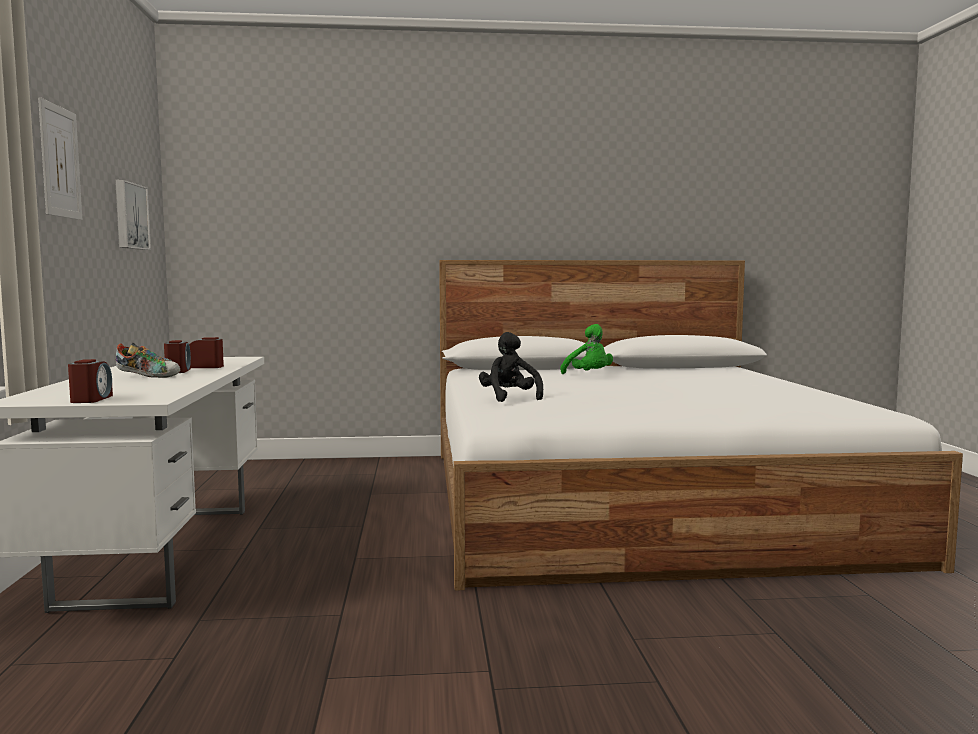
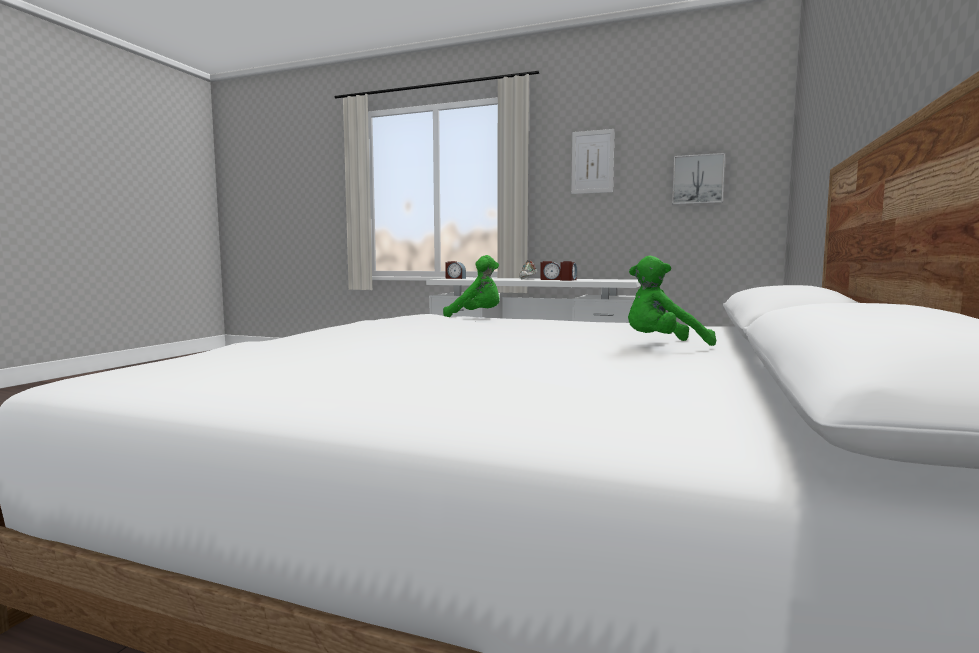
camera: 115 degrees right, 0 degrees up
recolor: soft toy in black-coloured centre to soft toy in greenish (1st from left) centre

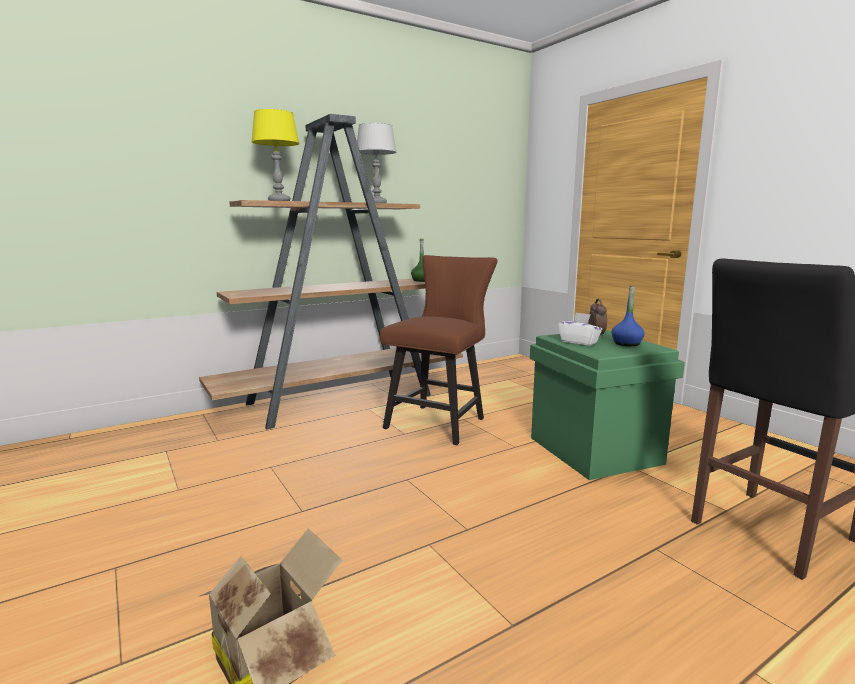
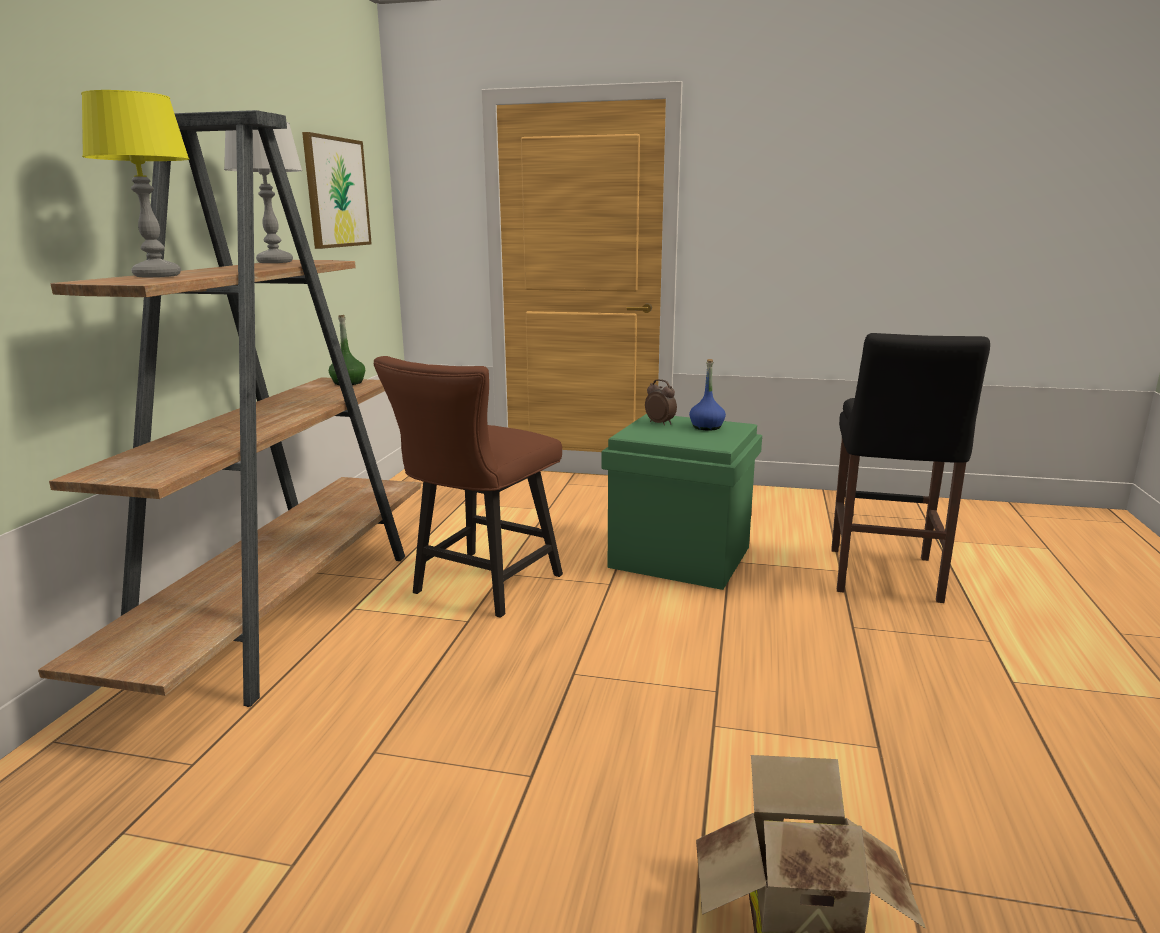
camera: 45 degrees left, 5 degrees up
delete: tissue box in white middle right
insert: wall picture top left
rotate: chair in brown centre = centre 135 degrees counterclockwise

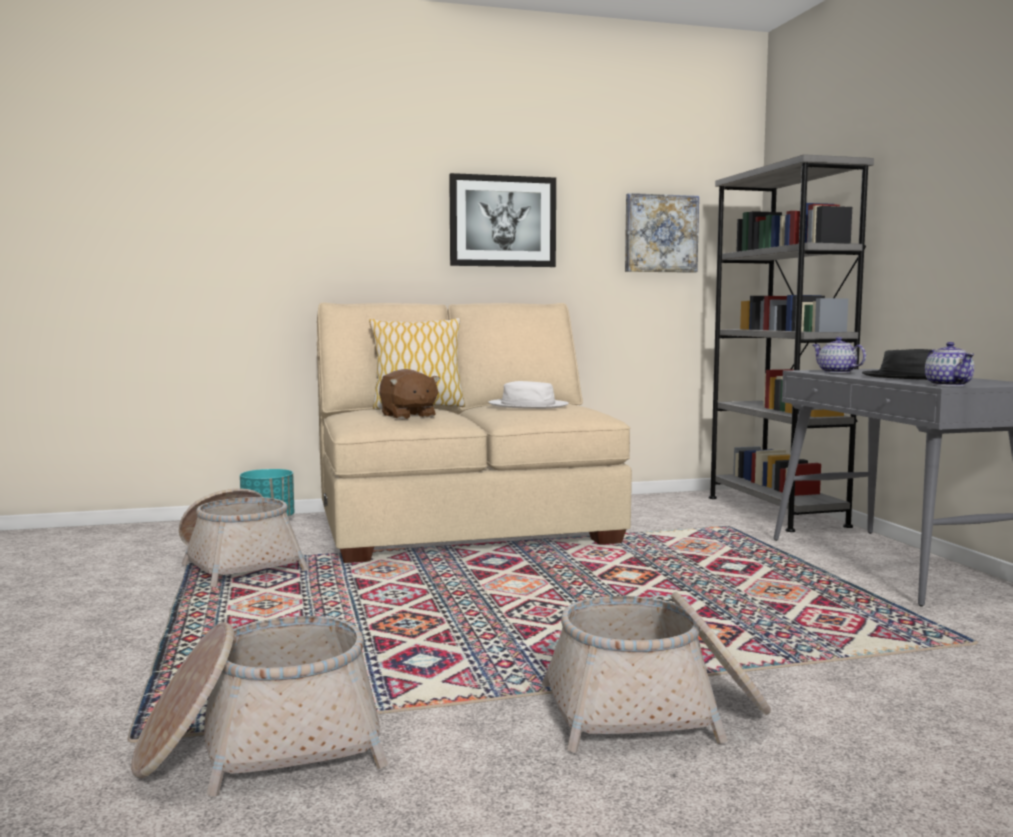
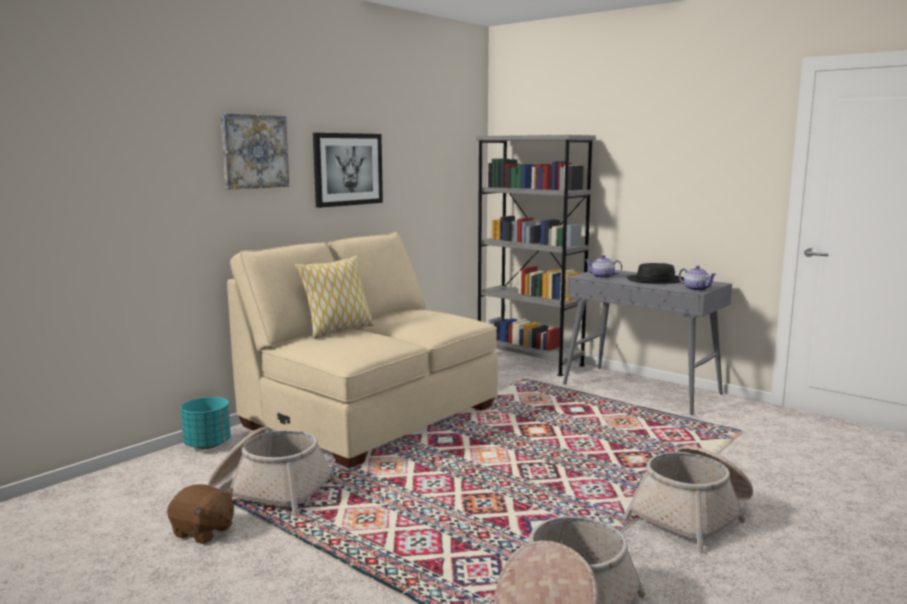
camera: 35 degrees left, 5 degrees up
delete: clothing hat in white centre
move: soft toy in brown centre to bottom left; wall picture (2nd from left in the first image) top centre to wall picture (1st from left) top left

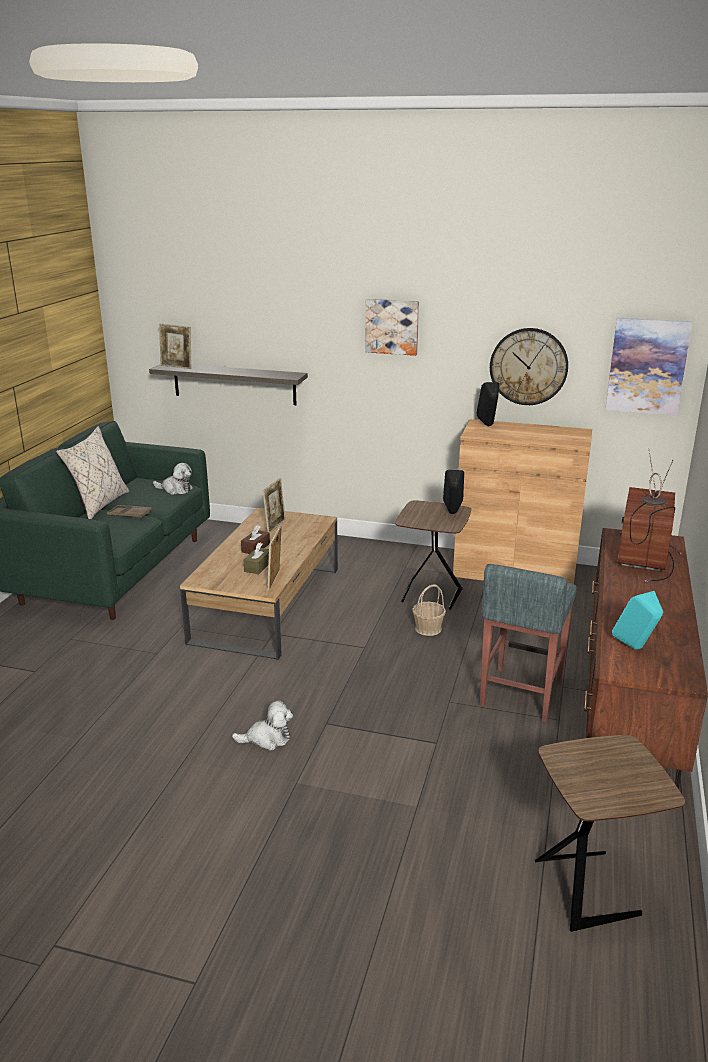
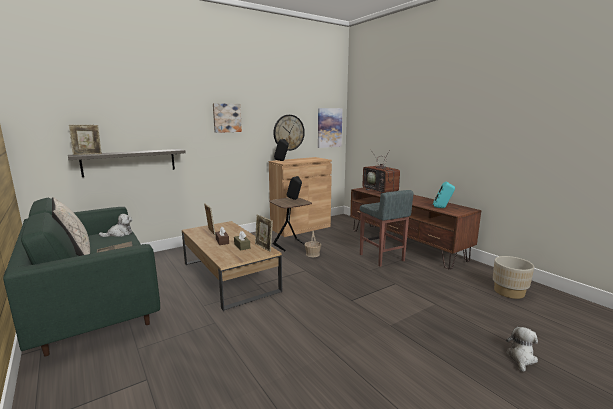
camera: 50 degrees left, 10 degrees down
move: soft toy (2nd from left) bottom centre to bottom right
replace: side table in brown (2nd from left) bottom right to plant pot in beige-coloured bottom right

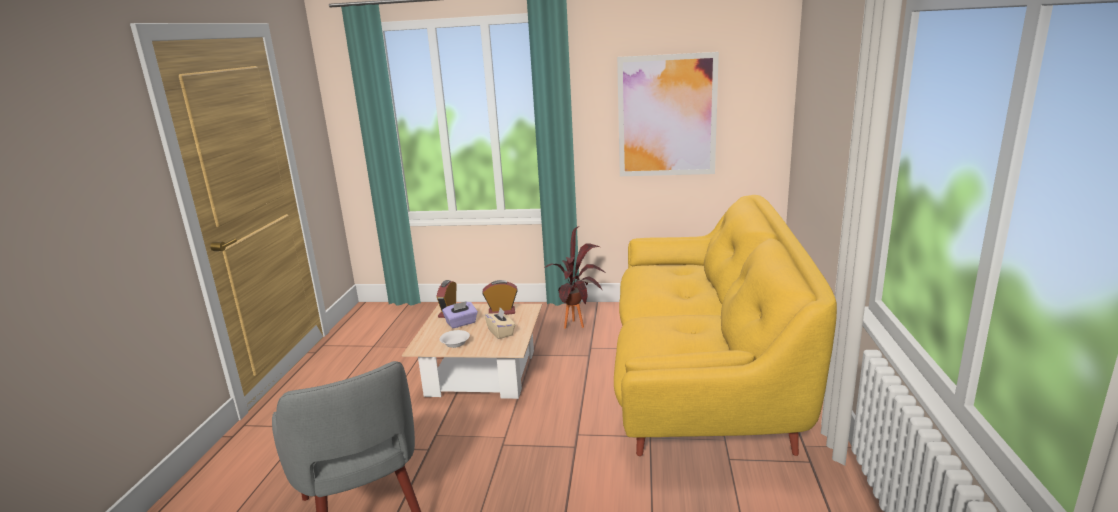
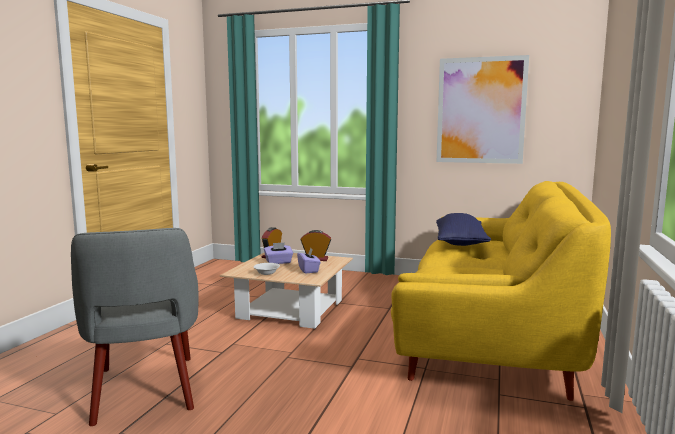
camera: 10 degrees right, 10 degrees down
delete: potted plant centre
insert: cushion in blue-coloured middle right
recolor: tissue box in beige-coloured centre to tissue box in purple (2nd from left) centre

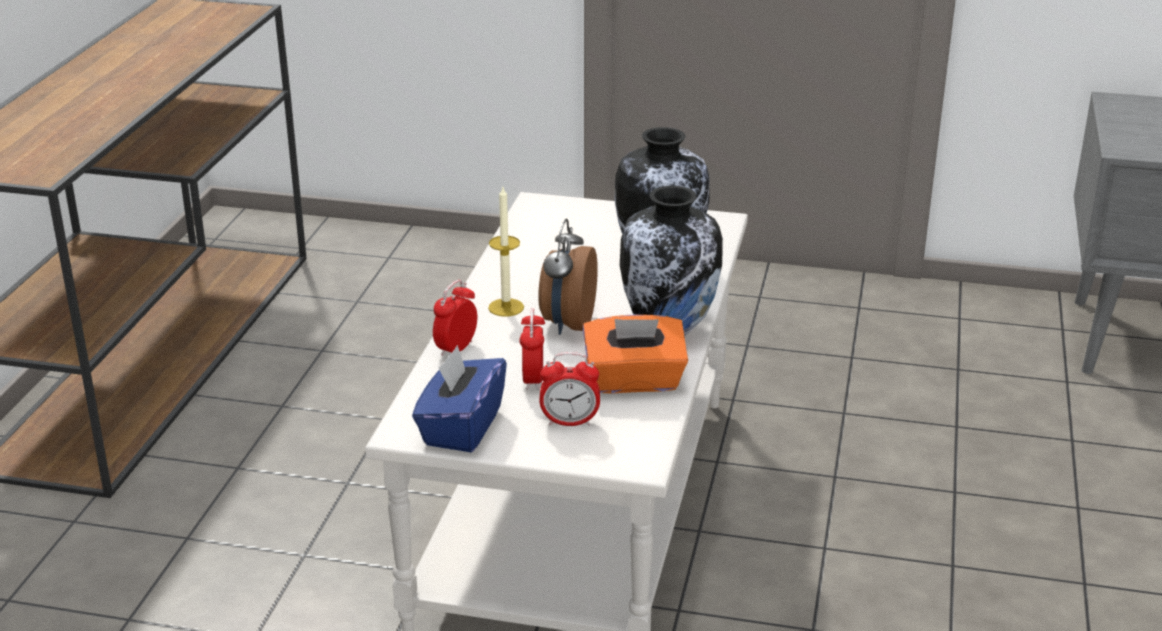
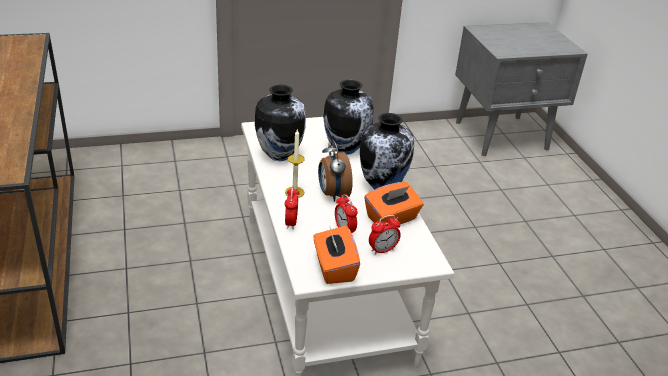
camera: 30 degrees left, 5 degrees up
insert: vase (1st from left) top centre
recolor: tissue box in blue-coloured centre to tissue box in orangey (1st from left) bottom centre

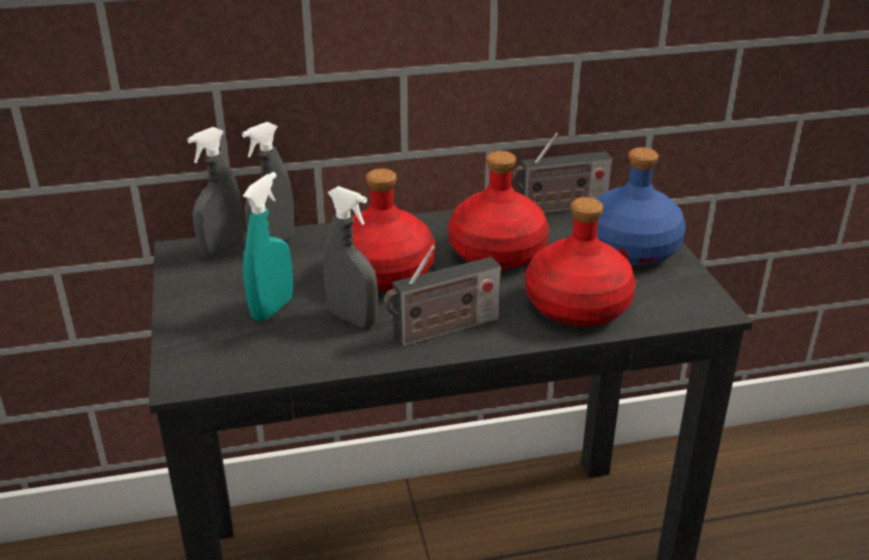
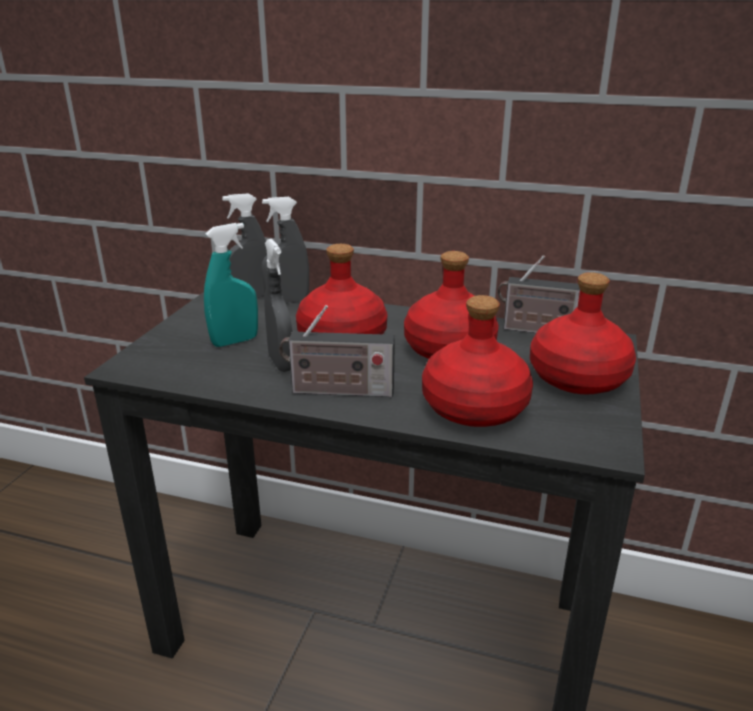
camera: 30 degrees right, 5 degrees down
recolor: drink bottle in blue-coloured middle right to drink bottle in reddish (4th from left) middle right

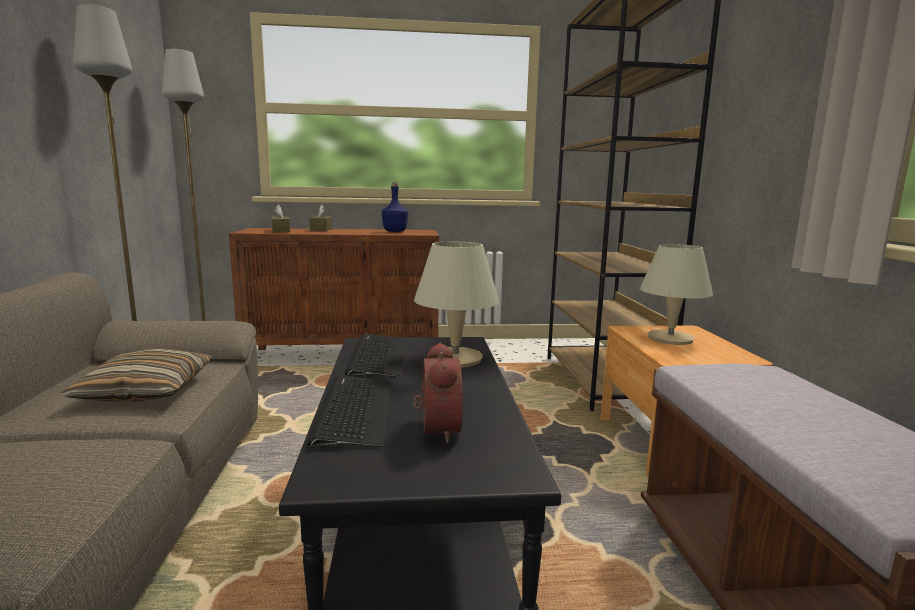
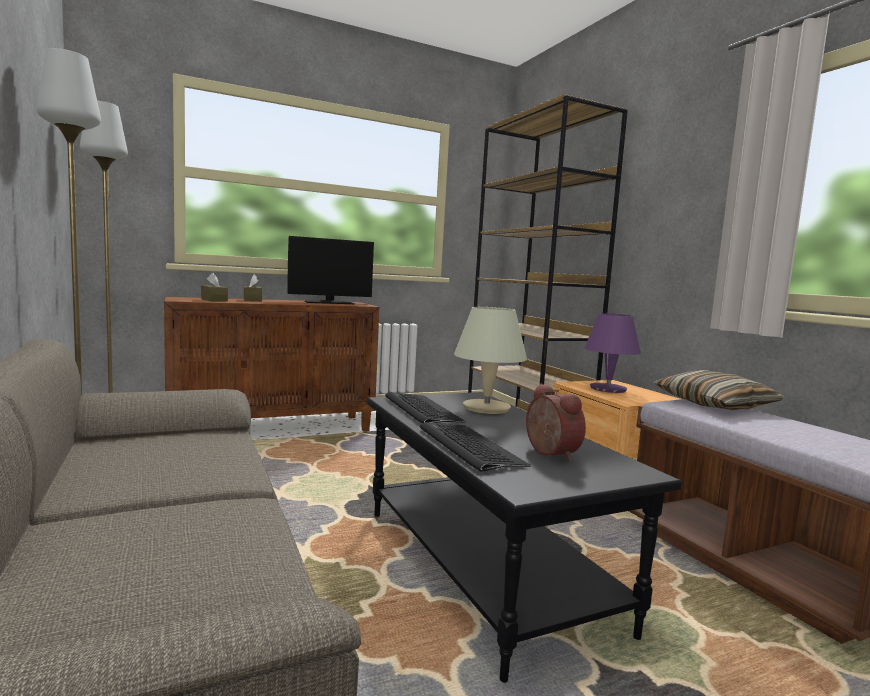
camera: 20 degrees left, 5 degrees down
move: cushion middle left to middle right
replace: drink bottle in blue-coloured centre to computer display centre
recolor: lamp for a table in beige-coloured (2nd from left) middle right to lamp for a table in purple middle right

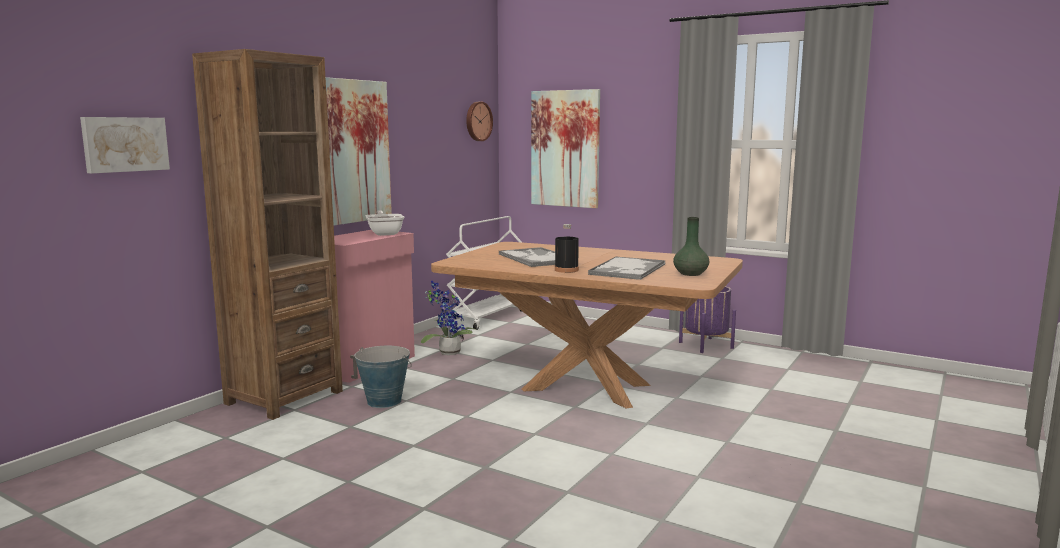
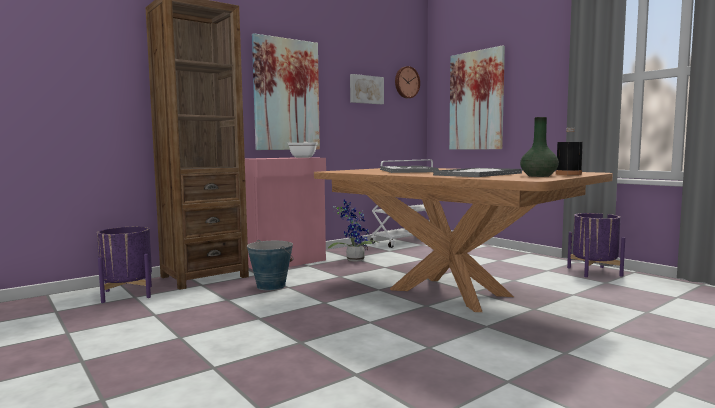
camera: 20 degrees right, 5 degrees down
insert: plant pot in purple (1st from left) middle left
move: wall picture (1st from left in the first image) top left to wall picture (2nd from left) top centre; drink bottle in black-coloured centre to middle right

